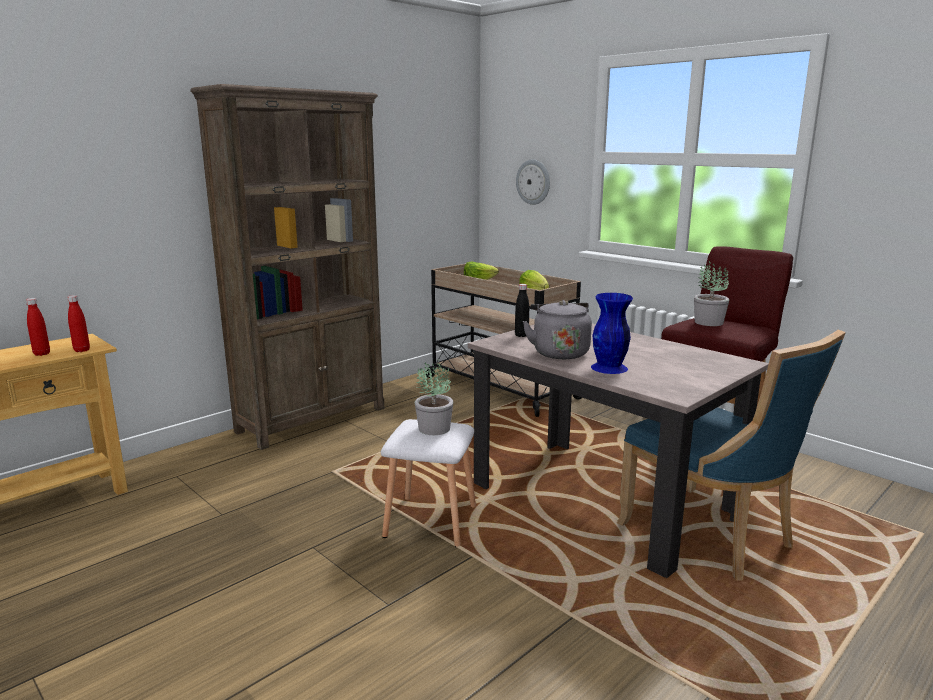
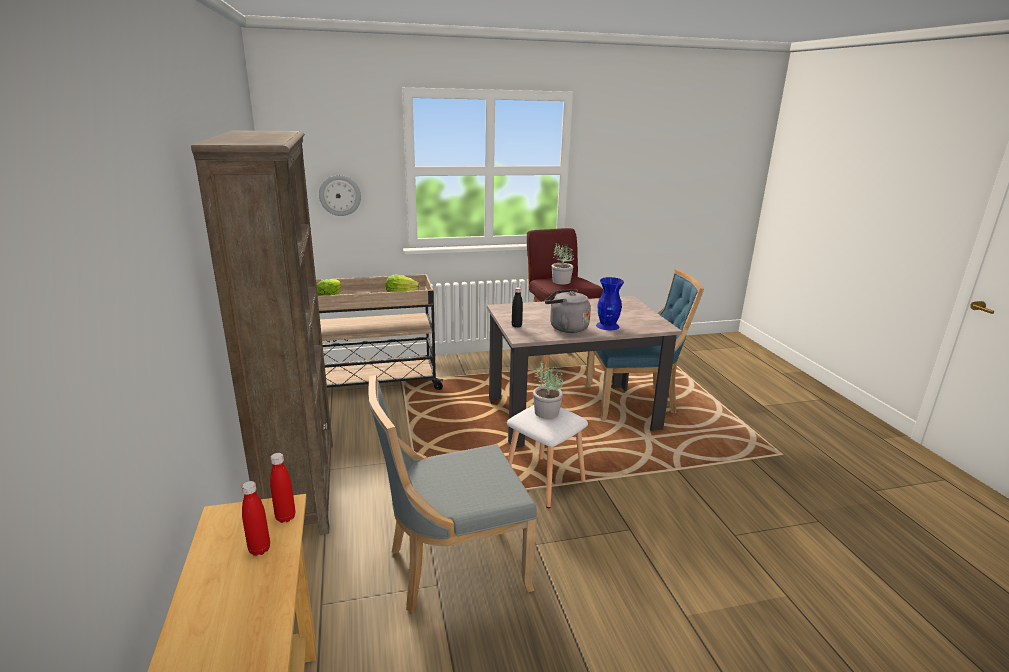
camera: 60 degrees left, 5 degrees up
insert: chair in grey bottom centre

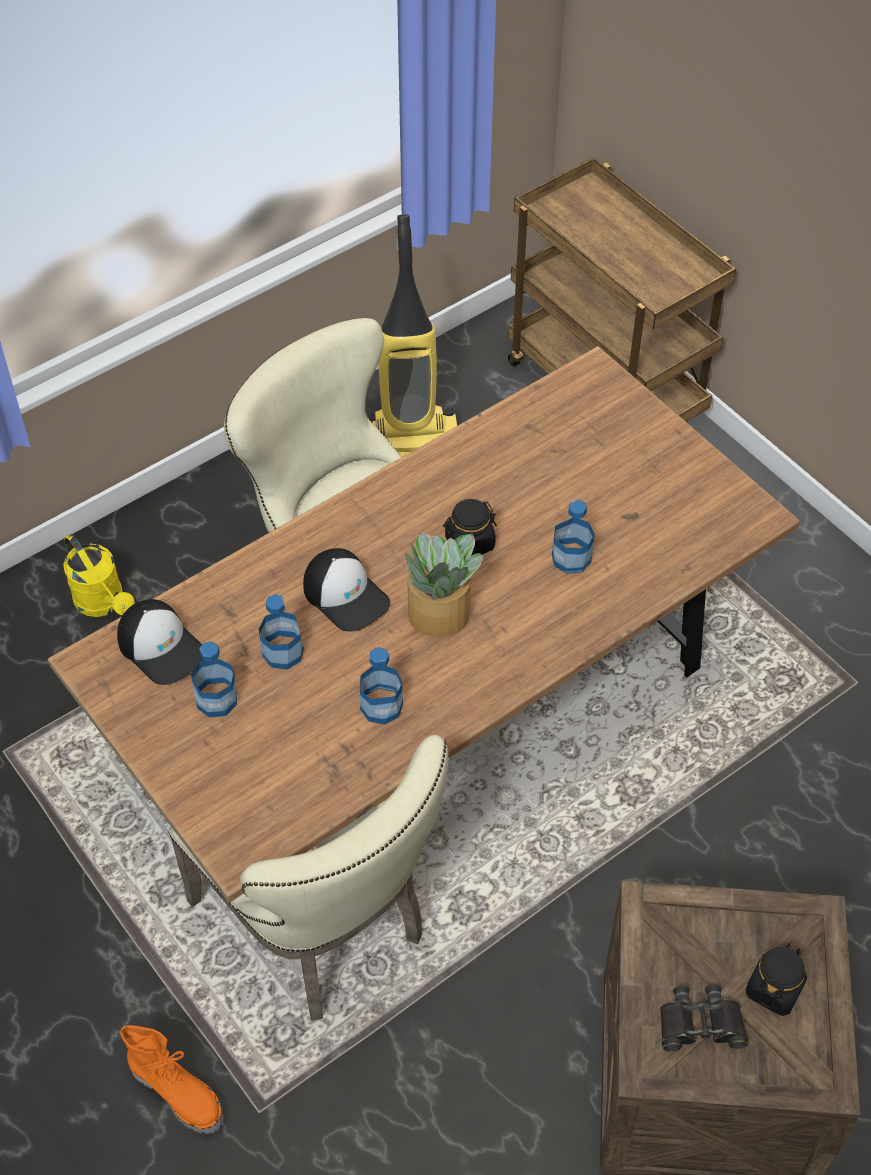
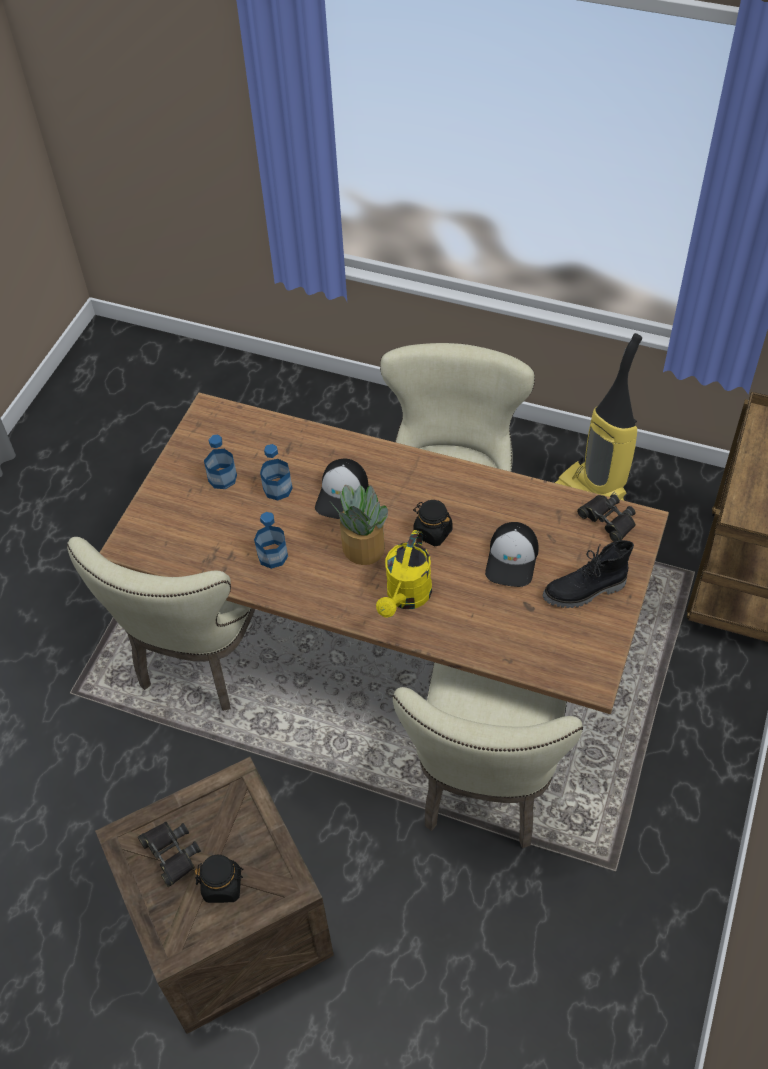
camera: 60 degrees right, 0 degrees up
delete: high-top boot in orangey bottom left; drink bottle (4th from left) centre
insert: chair in beige-coloured (3rd from left) bottom centre; high-top boot in black-coloured middle right; field glasses in black-coloured (2nd from left) middle right
move: sprinkling can in yellowish middle left to centre; baseball cap (1st from left in the first image) middle left to baseball cap (2nd from left) middle right

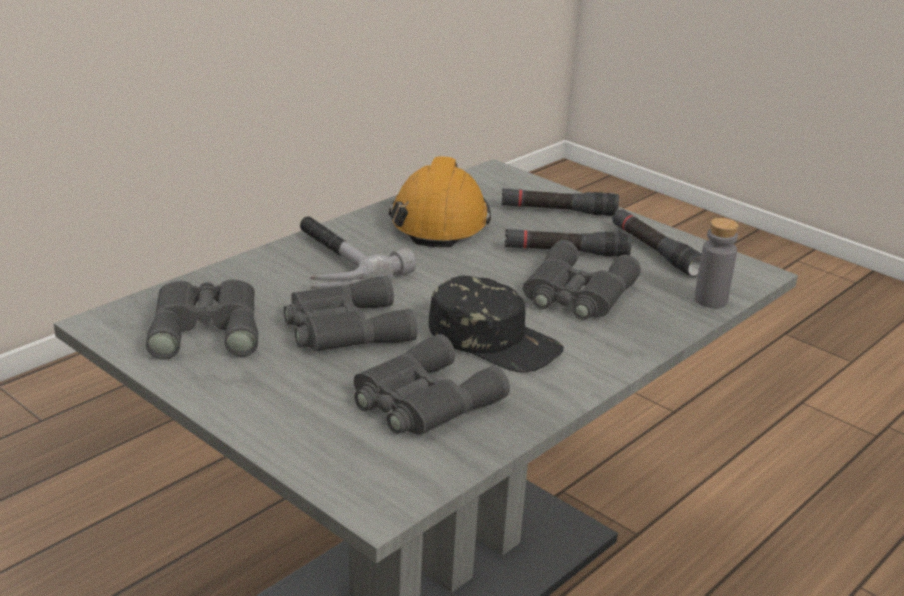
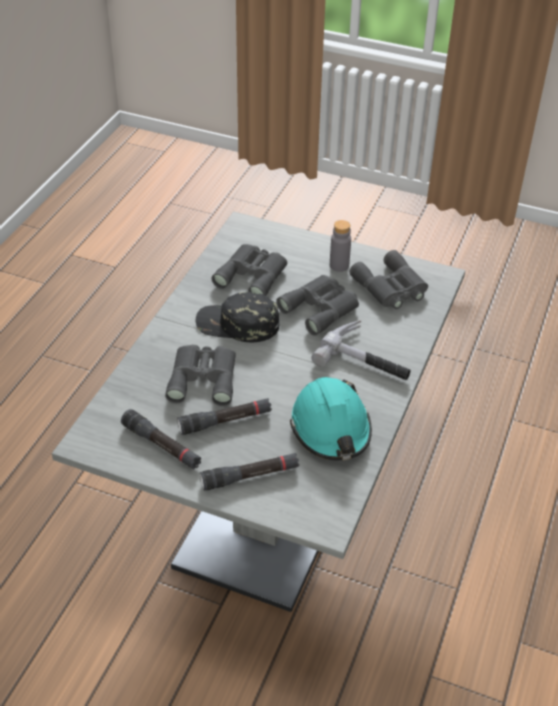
camera: 160 degrees right, 15 degrees up
move: drink bottle in grey middle right to centre
recolor: safety helmet in orangey centre to safety helmet in turquoise-coloured centre

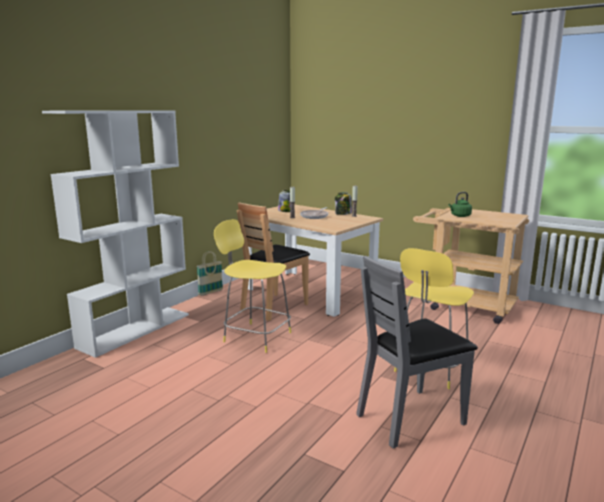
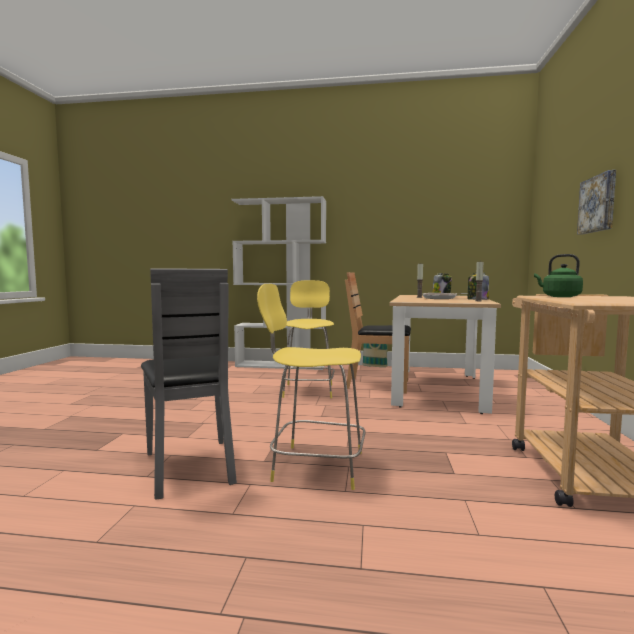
camera: 65 degrees right, 10 degrees down
insert: wall picture top right
rotate: chair in grey bottom right = middle left 150 degrees counterclockwise

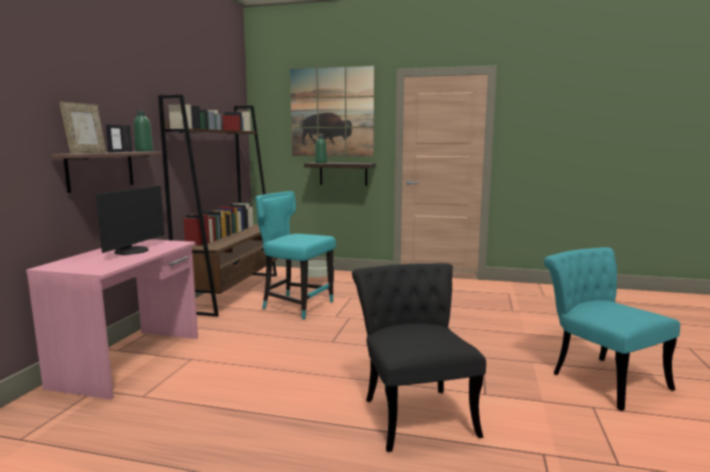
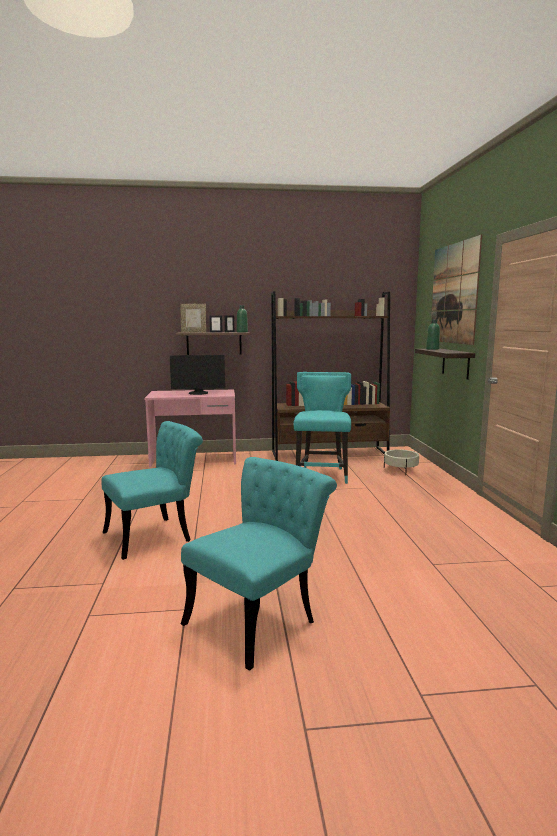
camera: 70 degrees right, 0 degrees up
recolor: chair in black-coloured bottom centre to chair in turquoise-coloured (1st from left) middle left

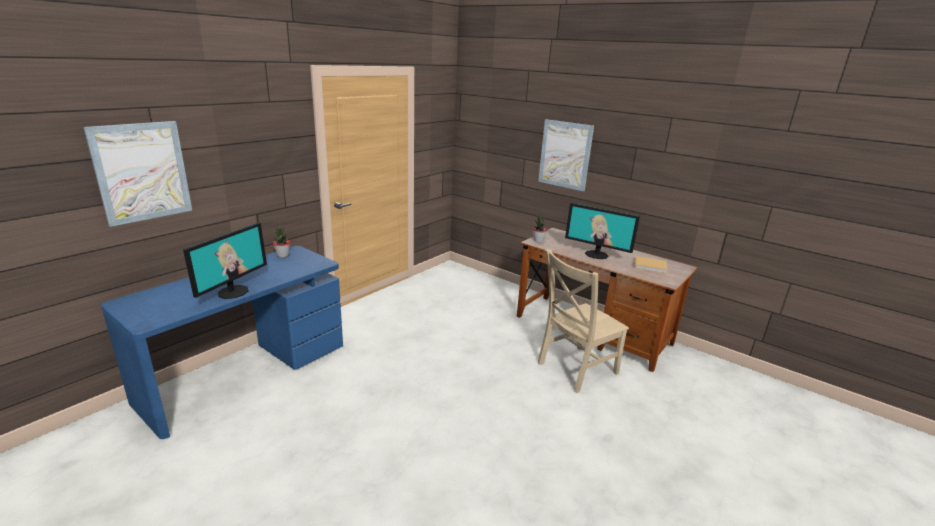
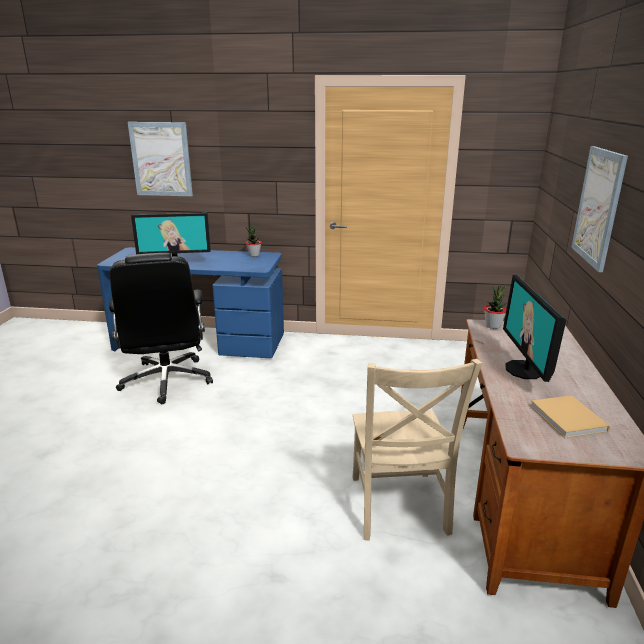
camera: 60 degrees right, 0 degrees up
insert: desk chair in black-coloured middle left
rotate: chair in beige-coloured centre = bottom centre 120 degrees counterclockwise

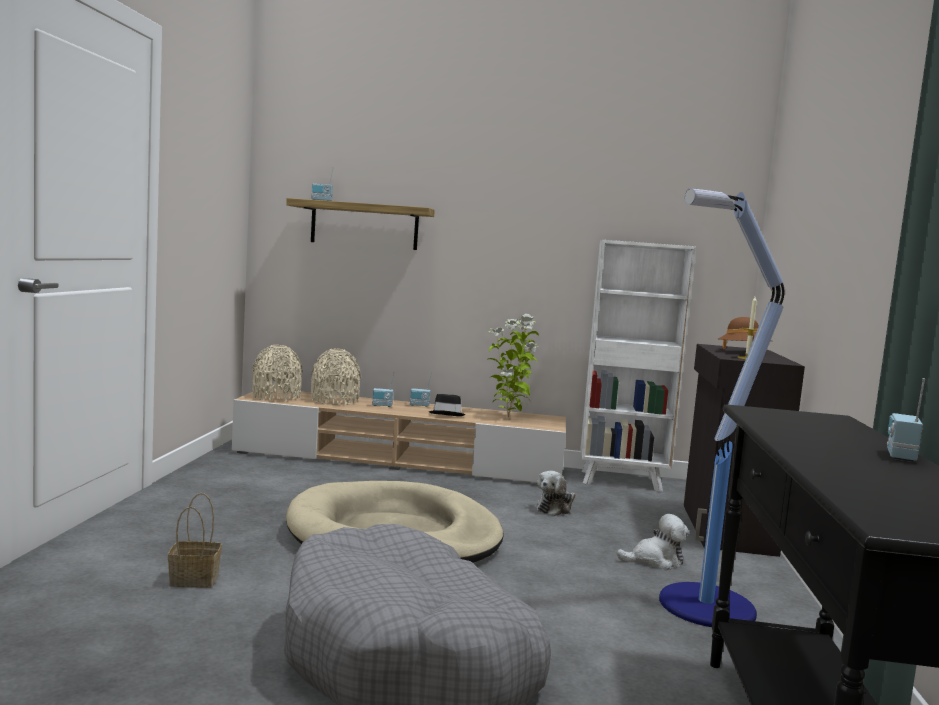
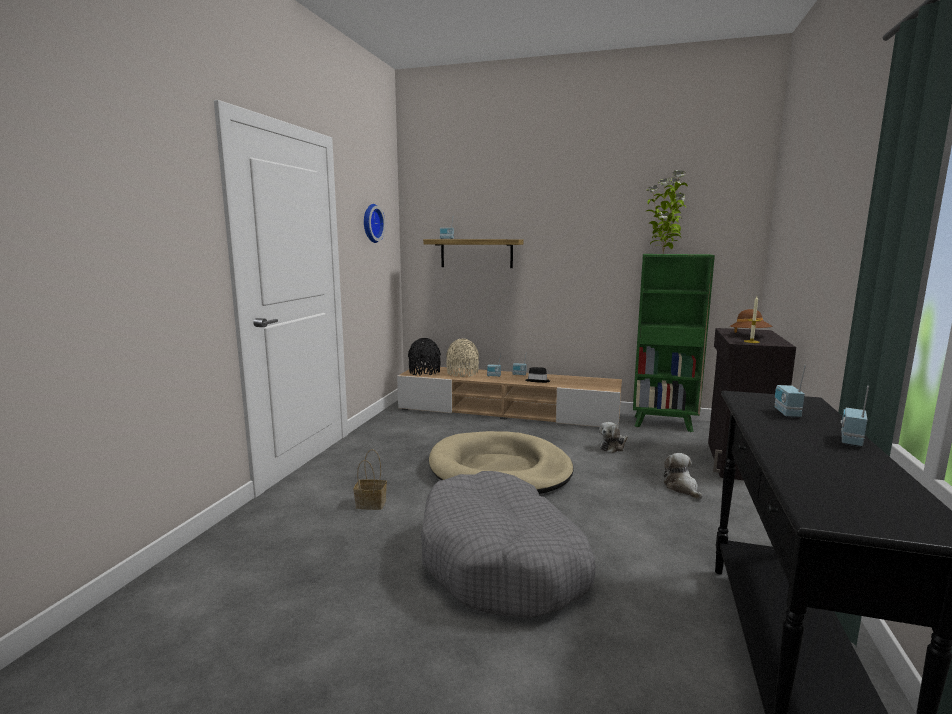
camera: 10 degrees right, 5 degrees up
delete: standing lamp middle right
insert: wall clock top centre; radio (4th from left) middle right
move: potted plant centre to top right
recolor: vase in beige-coloured (1st from left) middle left to vase in black-coloured centre; shelving unit in white middle right to shelving unit in greenish middle right
rotate: soft toy (2nd from left) bottom right = bottom right 105 degrees counterclockwise

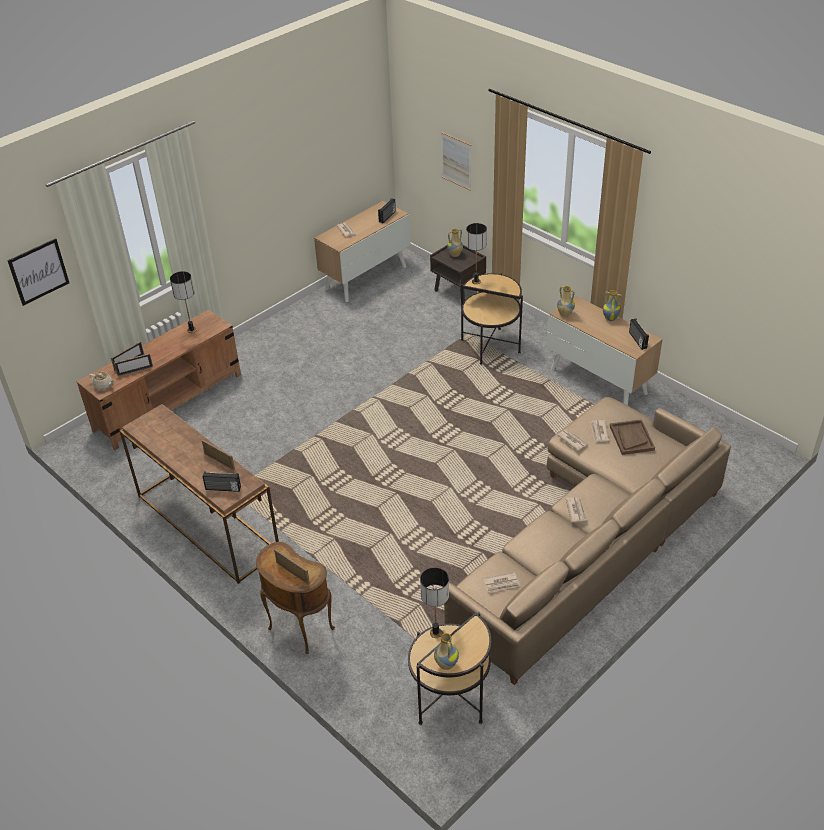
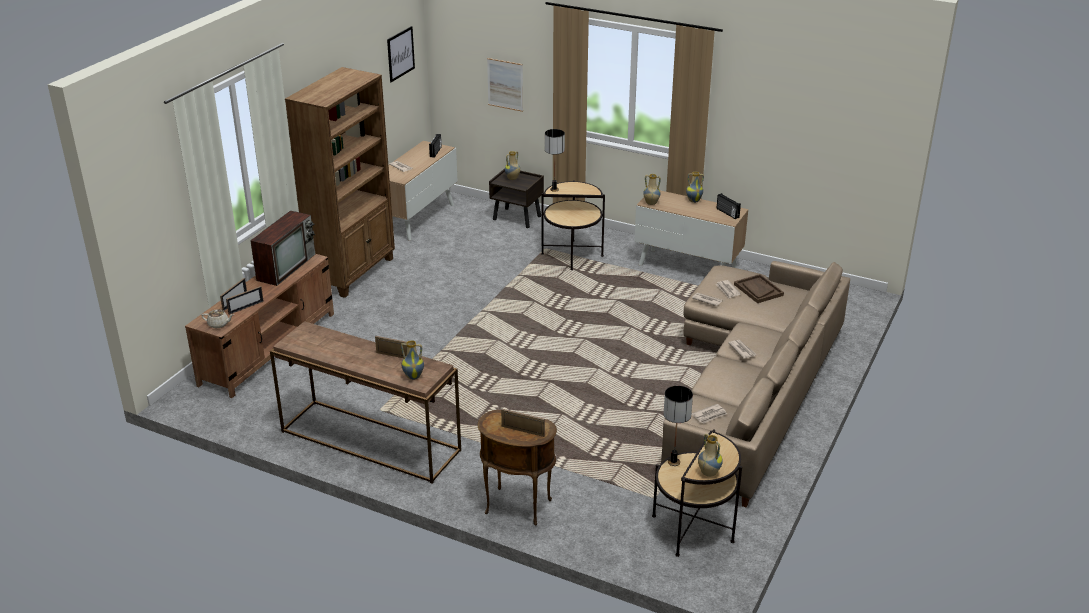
camera: 20 degrees left, 10 degrees down
insert: shelving unit in brown top left
move: wall picture (1st from left) top left to top centre
replace: lamp for a table (1st from left) middle left to TV middle left; radio (1st from left) middle left to vase (1st from left) centre

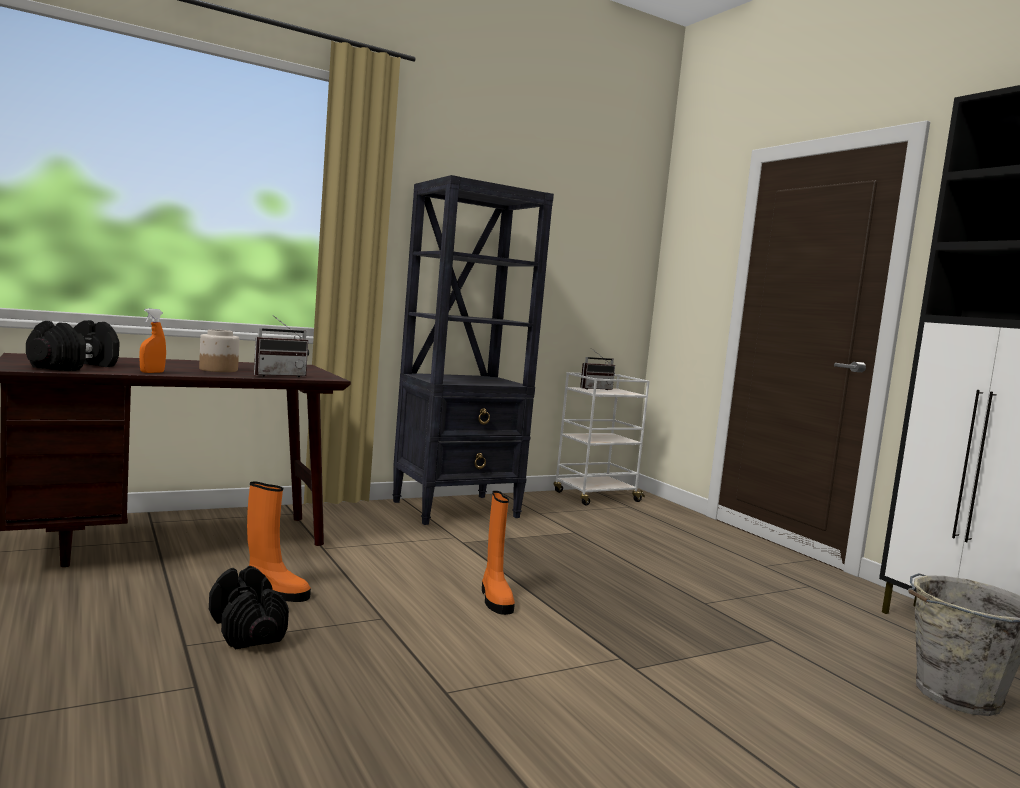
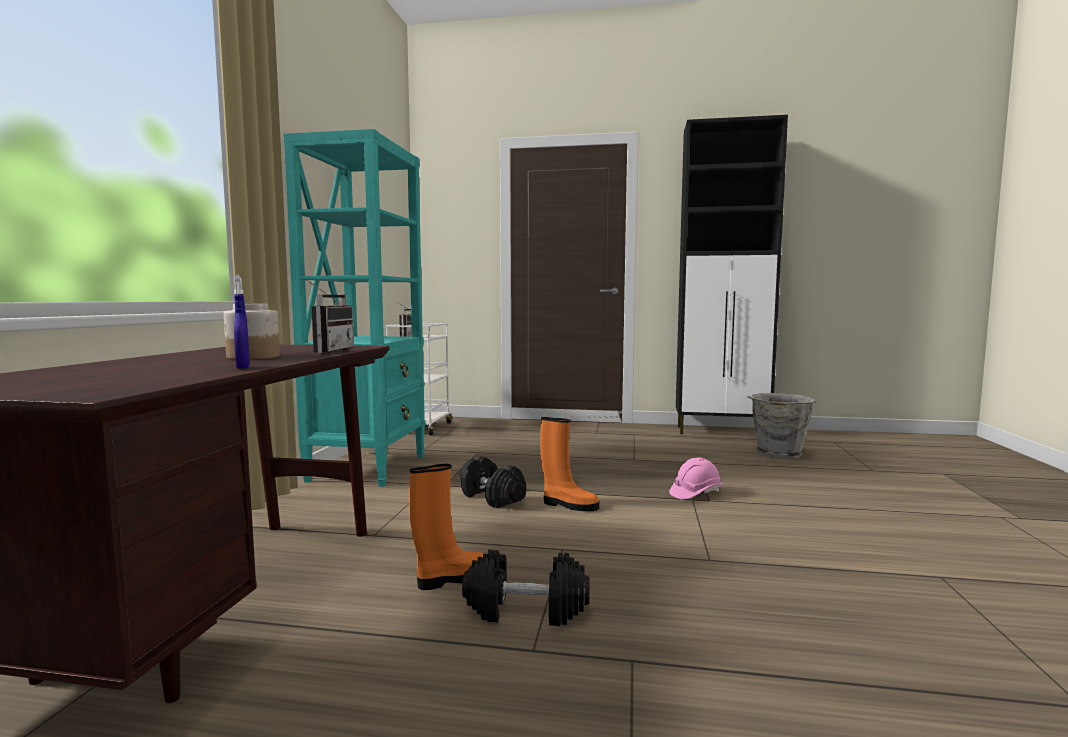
camera: 50 degrees left, 0 degrees up
insert: safety helmet in pink-coloured centre
move: free weight in black-coloured (1st from left) middle left to centre
recolor: hand sprayer in orangey middle left to hand sprayer in blue-coloured middle left; shelving unit in black-coloured centre to shelving unit in turquoise-coloured middle left

